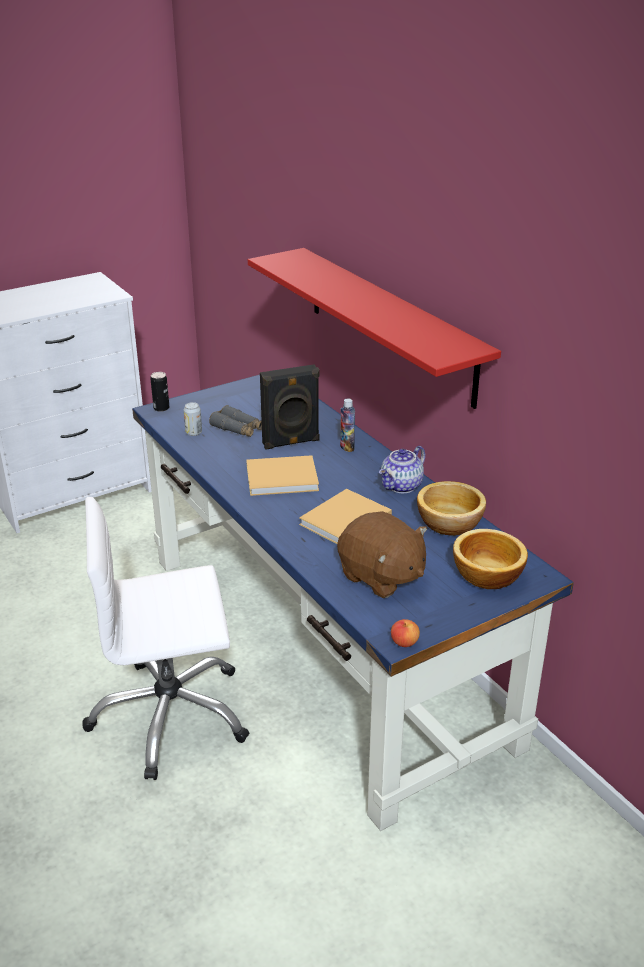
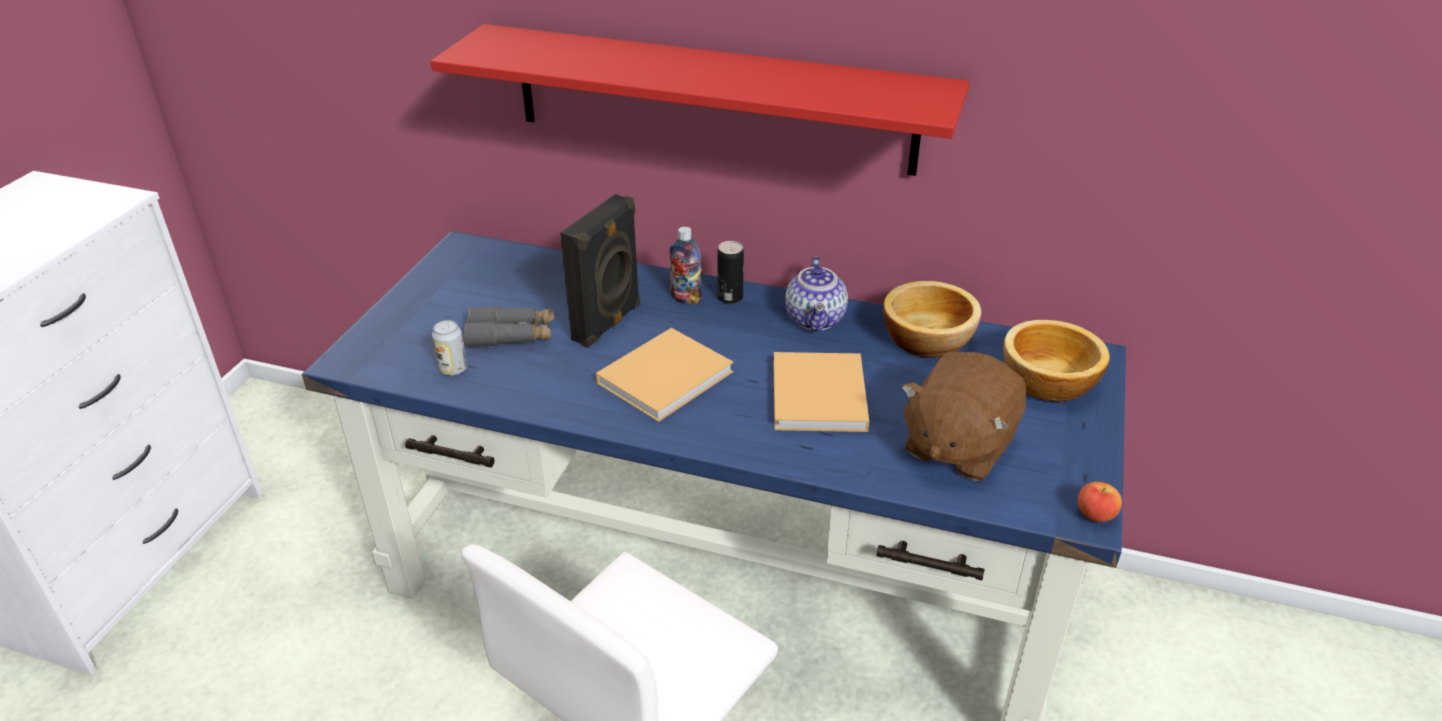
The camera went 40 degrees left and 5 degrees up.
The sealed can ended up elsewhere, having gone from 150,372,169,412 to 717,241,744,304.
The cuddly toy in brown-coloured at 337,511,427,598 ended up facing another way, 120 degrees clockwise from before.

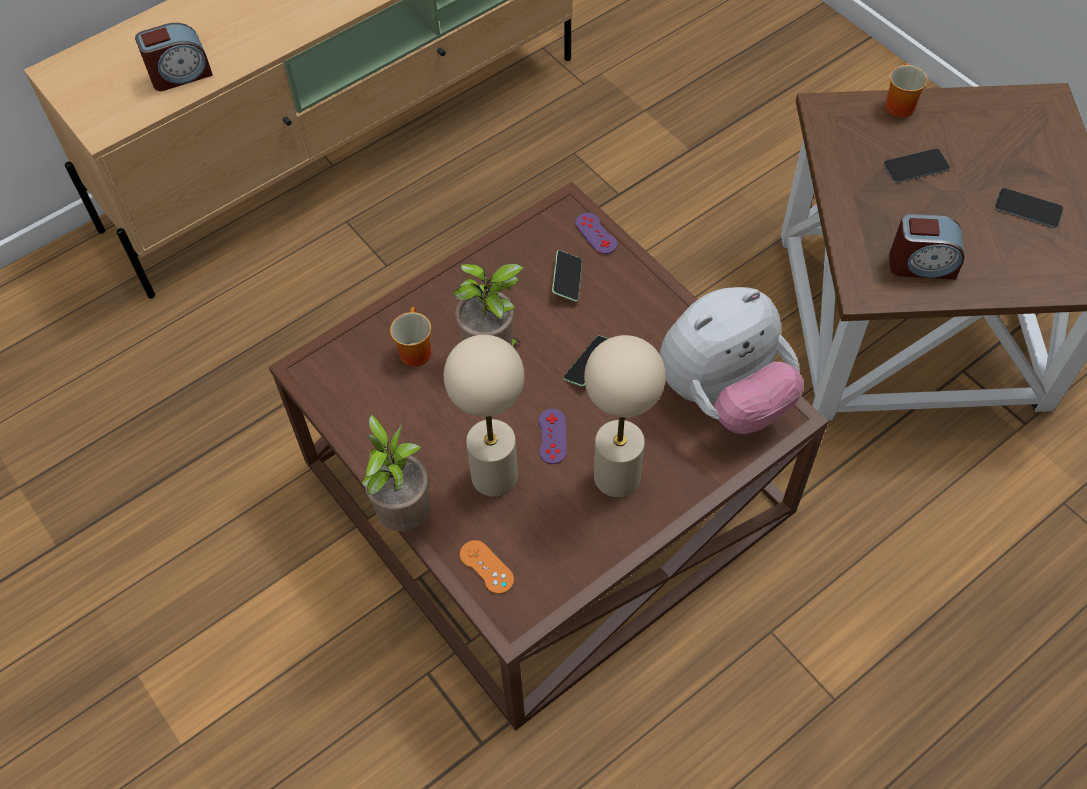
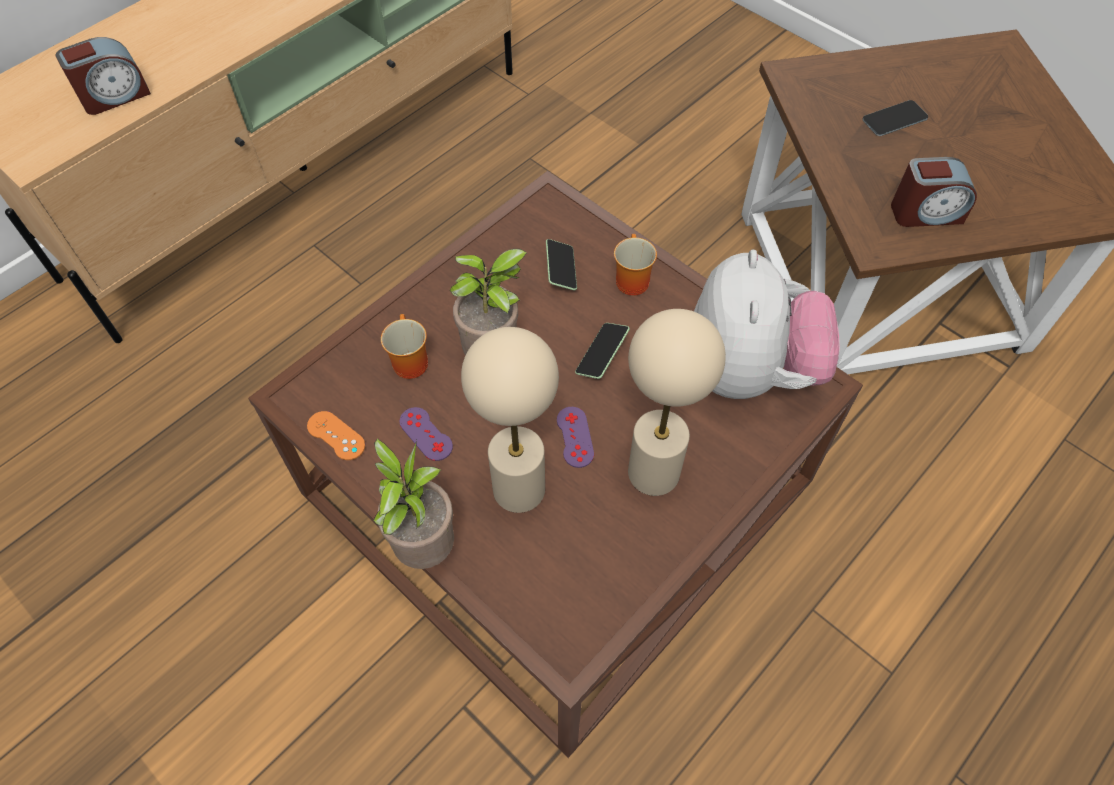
The camera went 10 degrees left and 0 degrees up.
The gamepad in orangey ended up elsewhere, having gone from 460,540,514,594 to 307,411,365,460.
The gamepad in purple ended up elsewhere, having gone from 575,213,617,254 to 399,407,453,461.
The mug ended up elsewhere, having gone from 885,63,928,118 to 614,234,657,296.
The cuddly toy at 660,287,804,434 ended up facing another way, 45 degrees counterclockwise from before.
The second view lost the phone at 995,188,1063,228.

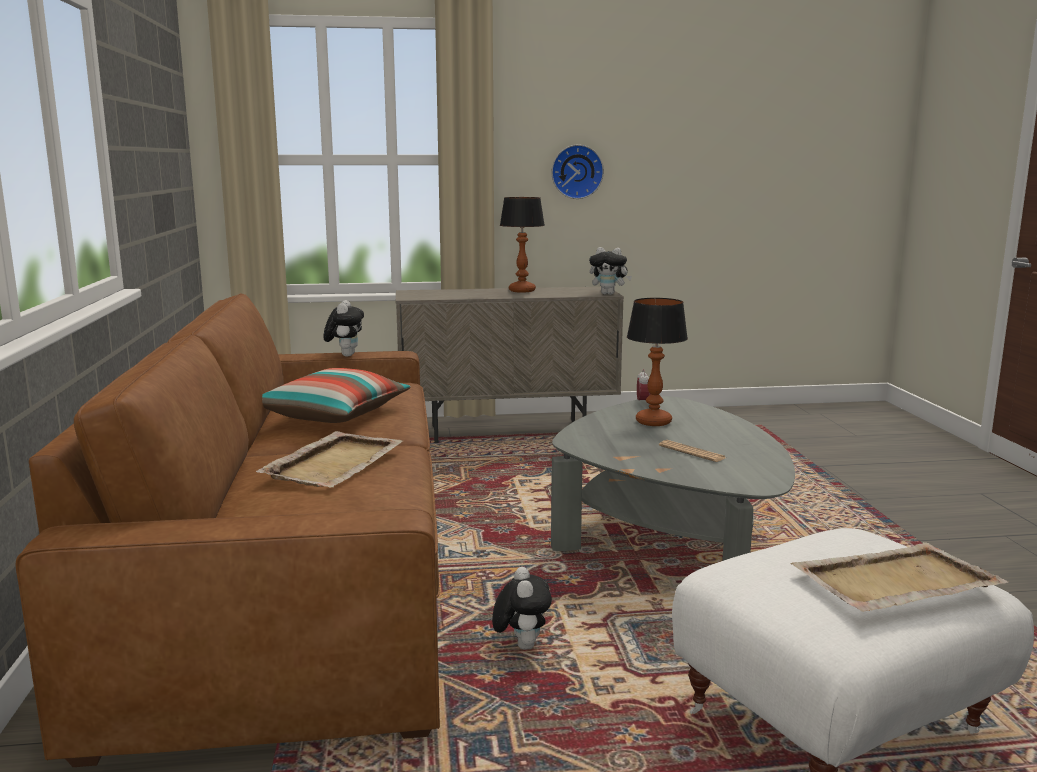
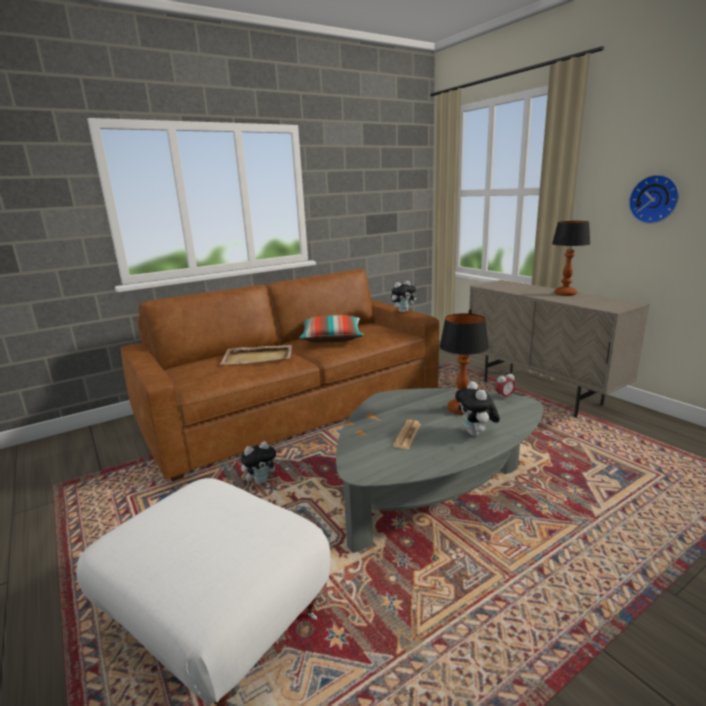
The camera went 65 degrees right and 5 degrees up.
The cuddly toy ended up elsewhere, having gone from 589,247,632,295 to 455,381,500,436.
The second view lost the tray in sand-coloured at 791,542,1008,612.

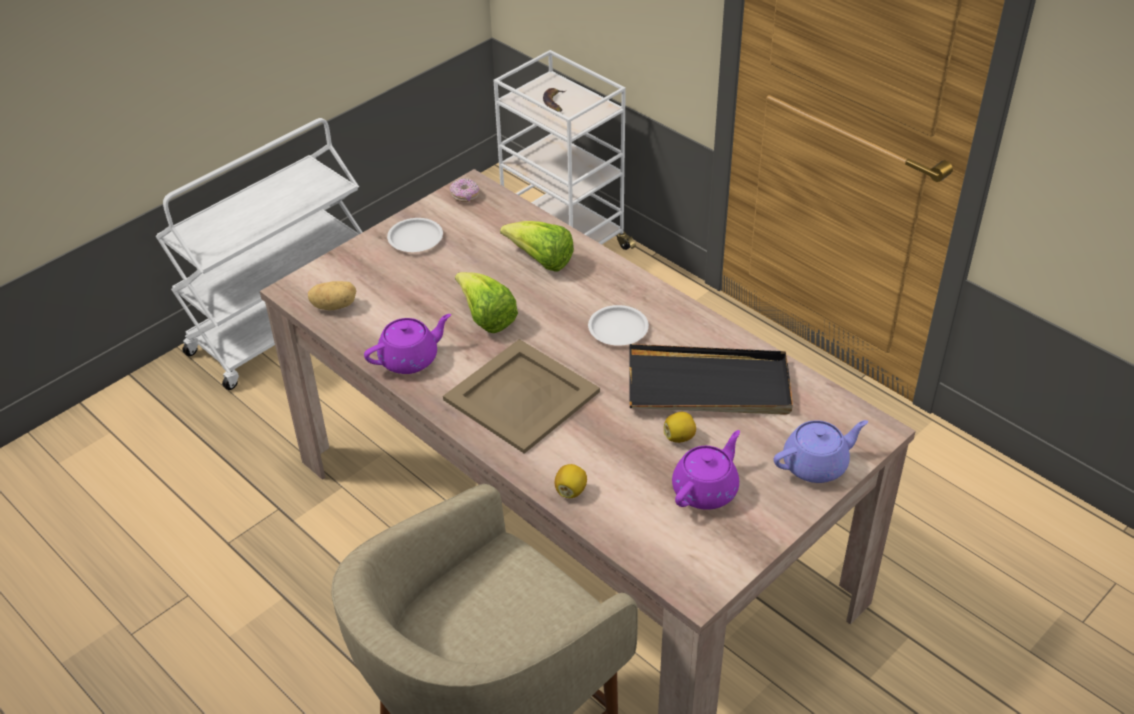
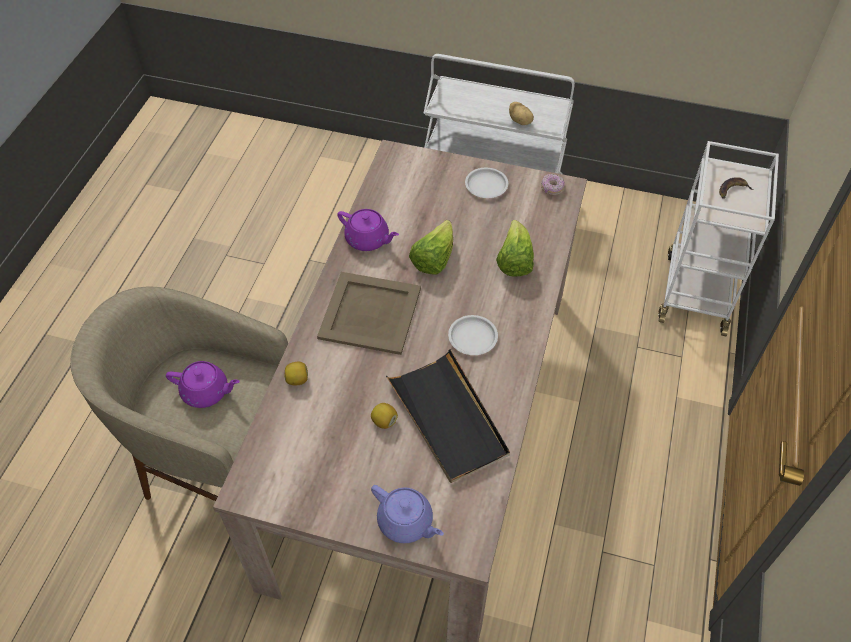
The camera went 60 degrees right and 10 degrees up.
The pot for tea in purple ended up elsewhere, having gone from 672,430,740,510 to 166,361,240,408.
The spud ended up elsewhere, having gone from 308,281,356,311 to 509,102,534,125.

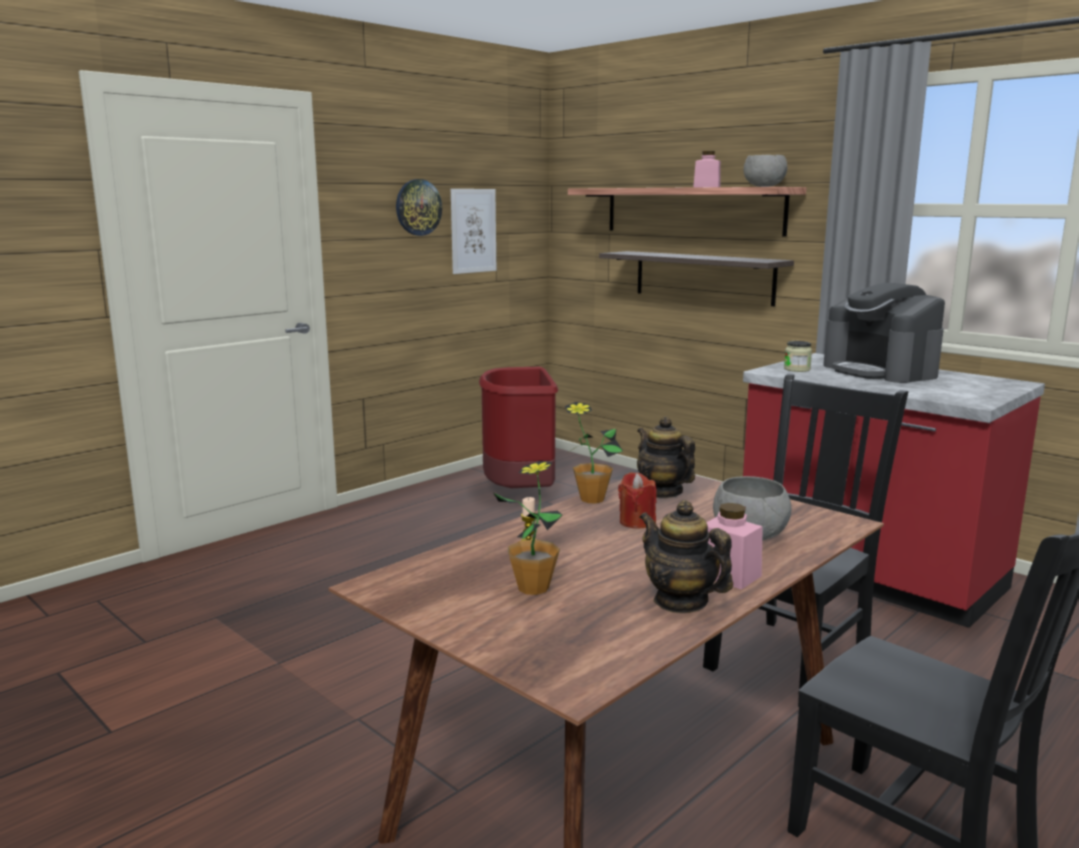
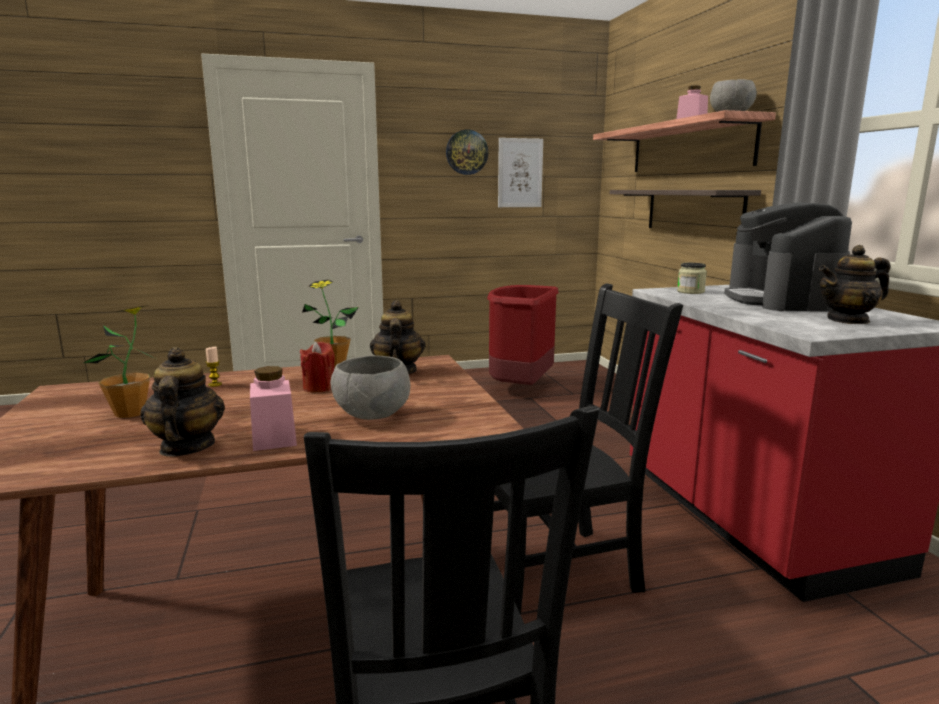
The camera went 30 degrees right and 0 degrees up.
The second view gained the pot for tea at 819,245,891,324.

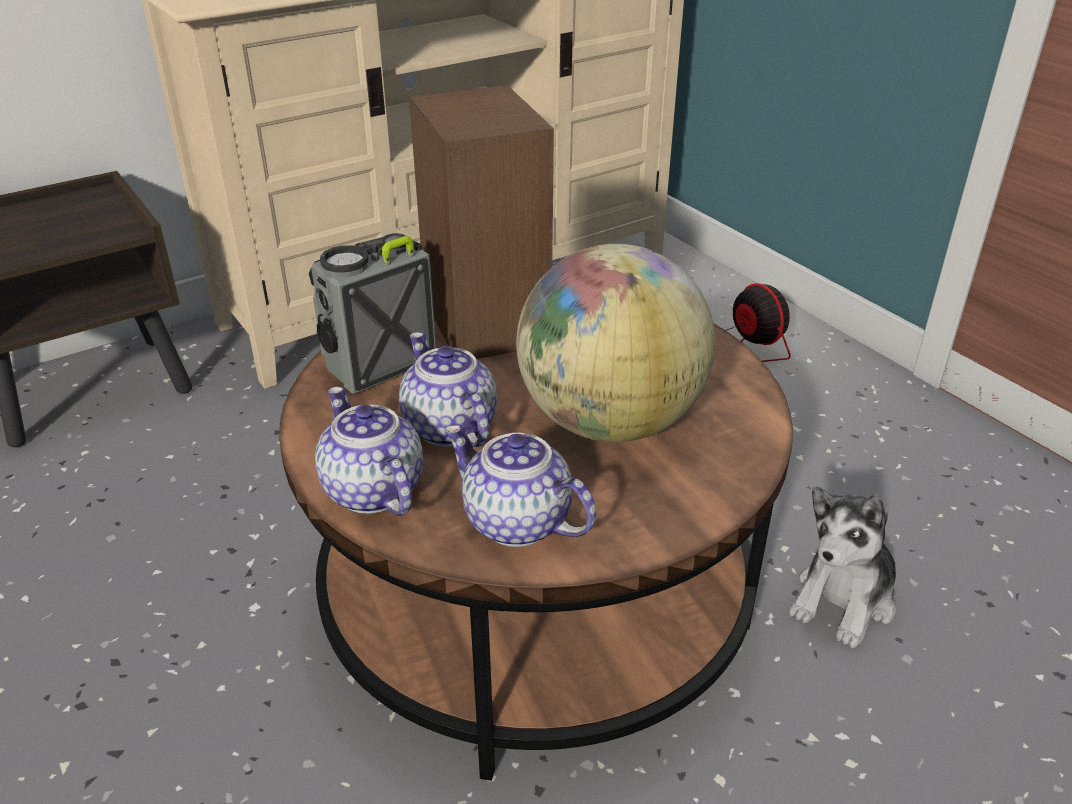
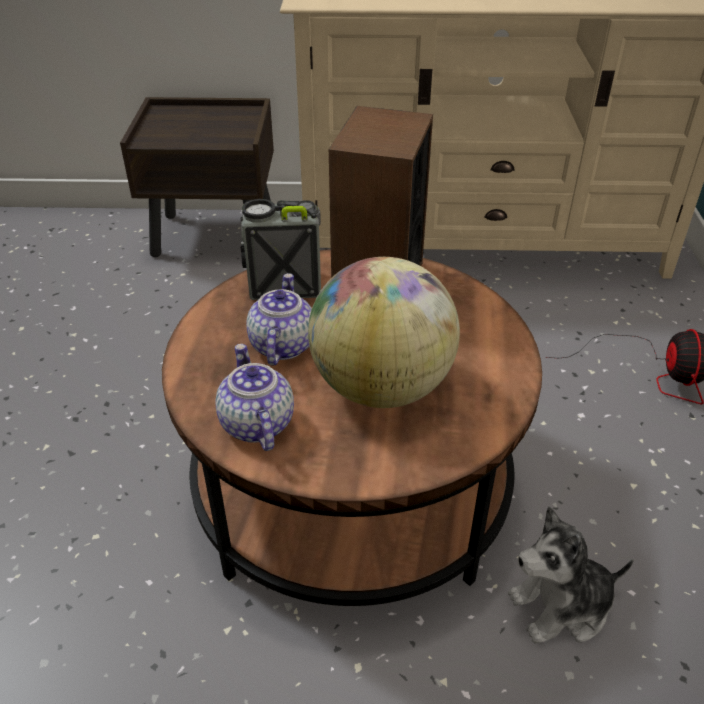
The camera went 35 degrees right and 5 degrees up.
The second view lost the pot for tea at 315,387,423,516.

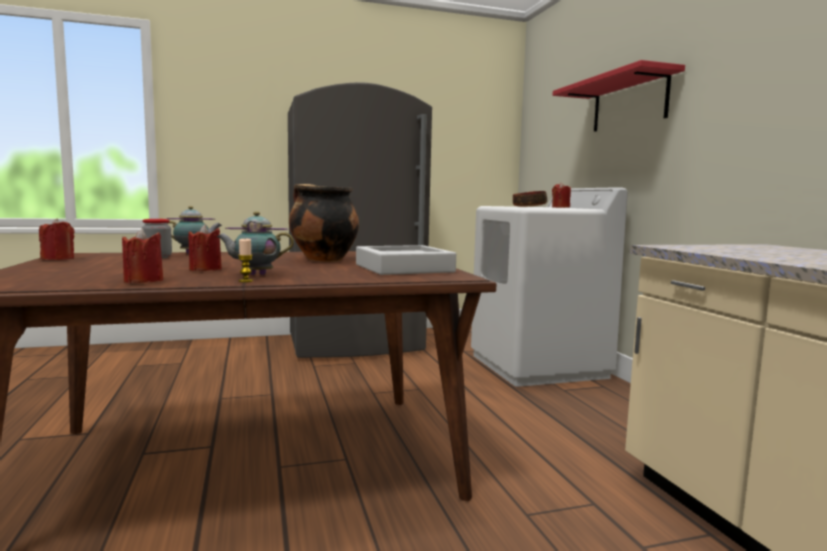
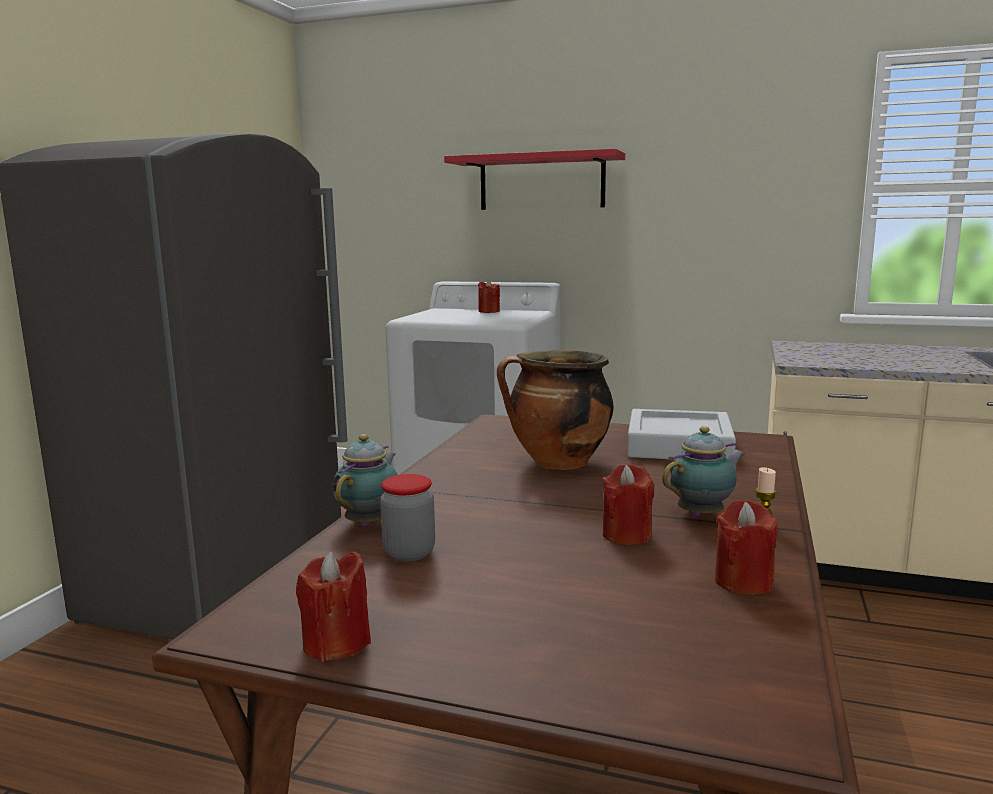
The camera went 55 degrees left and 5 degrees up.
The pot for tea at 216,211,294,275 ended up facing another way, 150 degrees counterclockwise from before.
The second view lost the deep dish at 513,191,547,207.

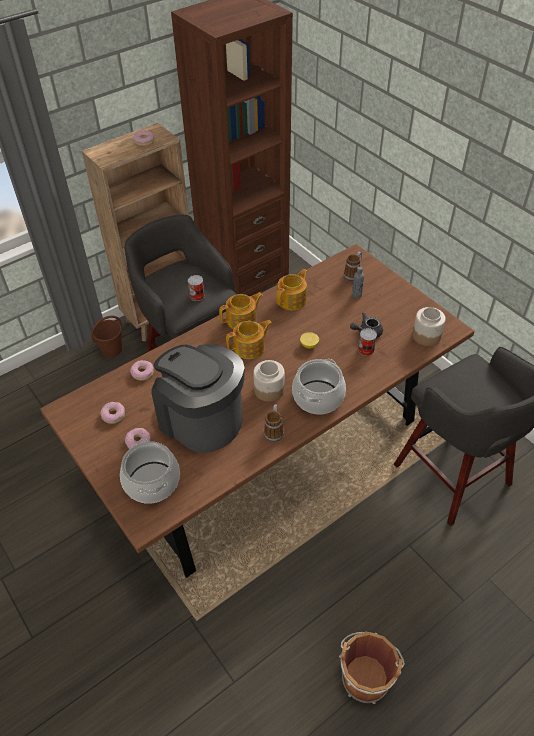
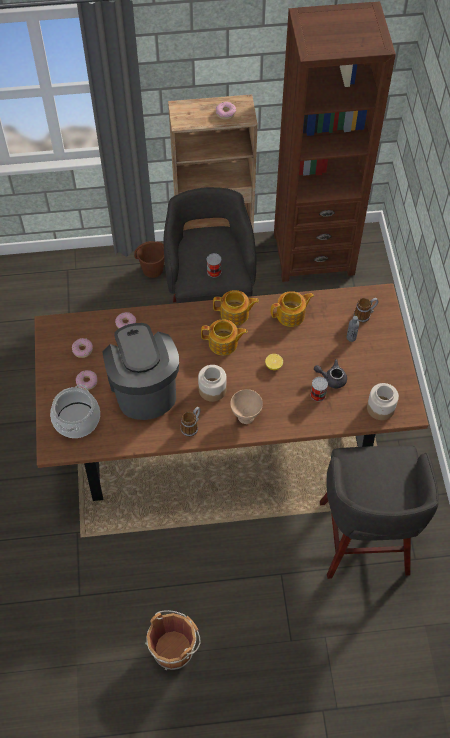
The camera went 30 degrees right and 10 degrees up.
Where the cooking pot stood at 292,359,346,414, the deep dish in sand-coloured came to stand at 230,389,263,424.

